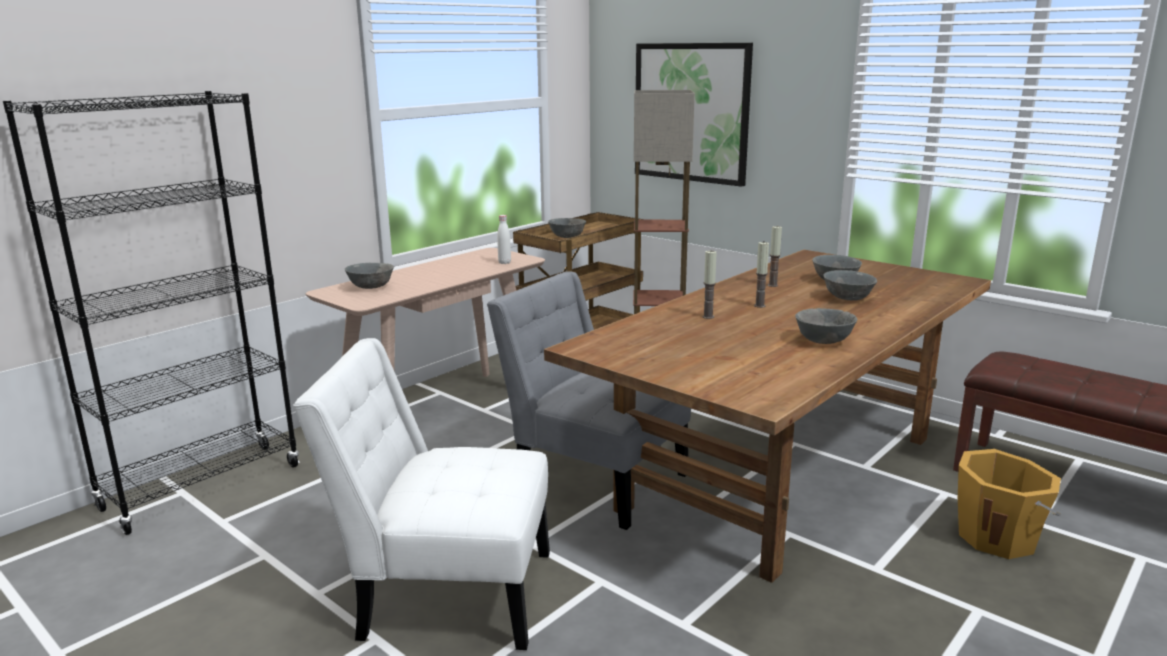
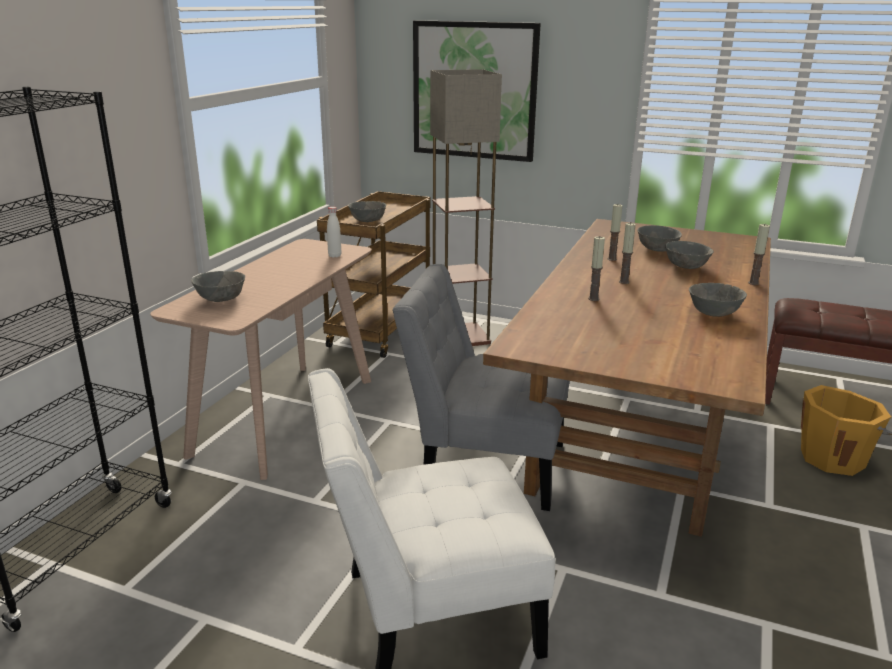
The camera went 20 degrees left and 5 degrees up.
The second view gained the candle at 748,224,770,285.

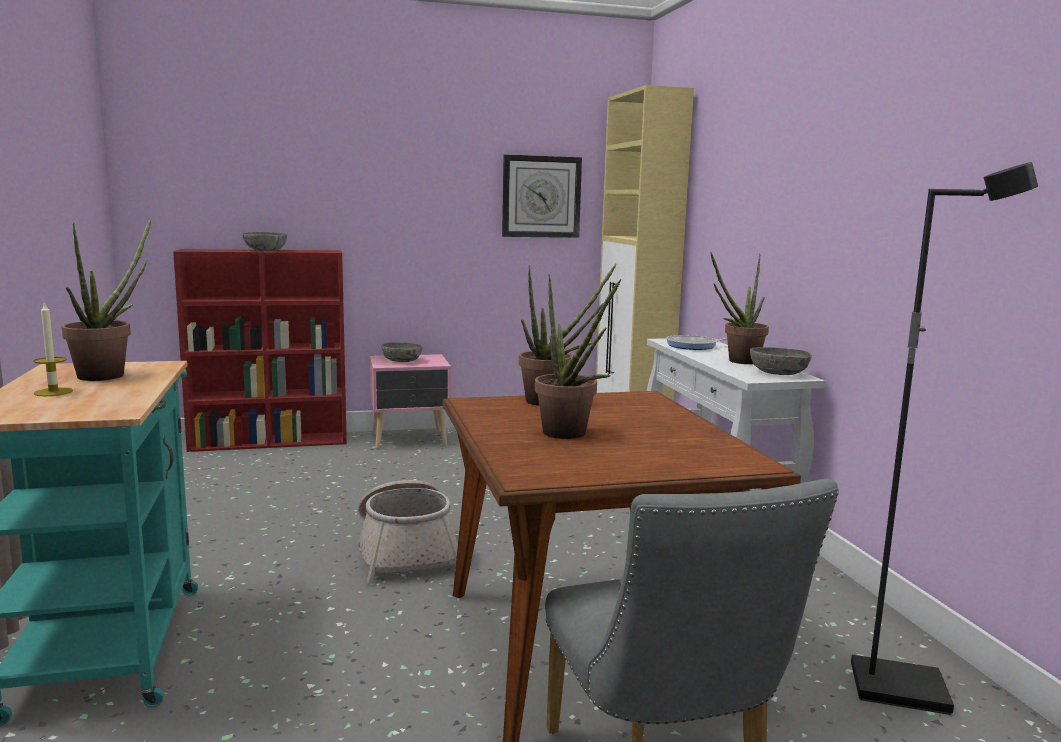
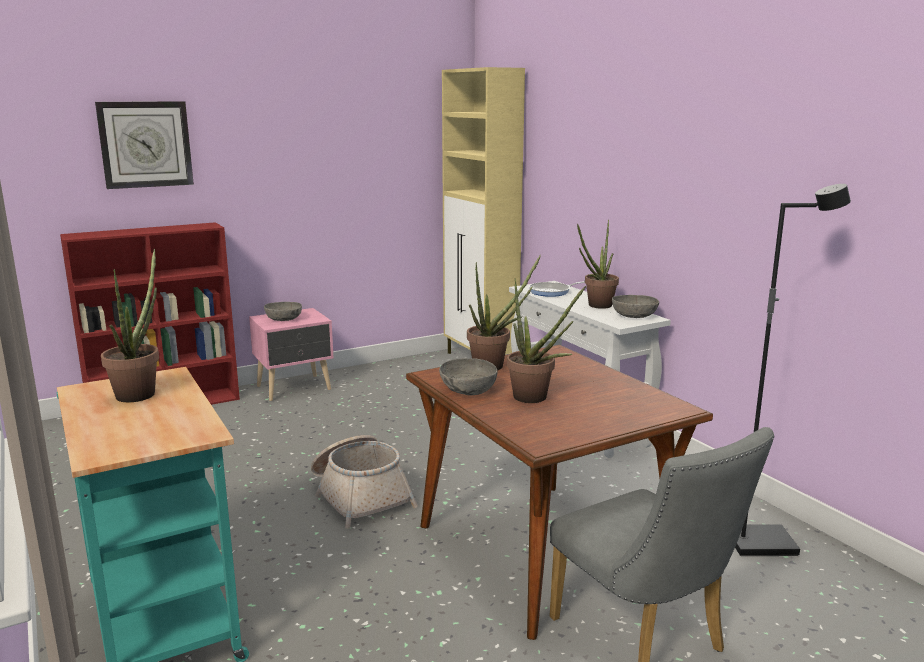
The camera went 15 degrees left and 5 degrees up.
The wall clock ended up elsewhere, having gone from 502,154,582,238 to 95,101,194,189.
The deep dish in gray ended up elsewhere, having gone from 242,232,287,251 to 439,358,498,395.
The second view lost the candle at 33,301,73,396.

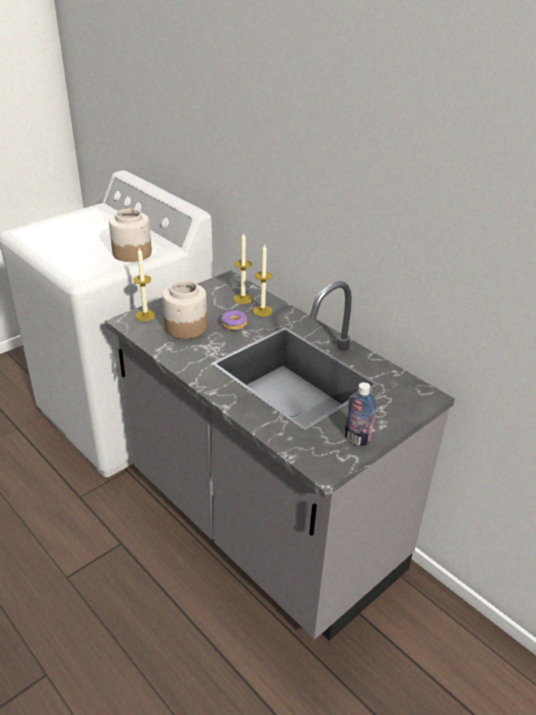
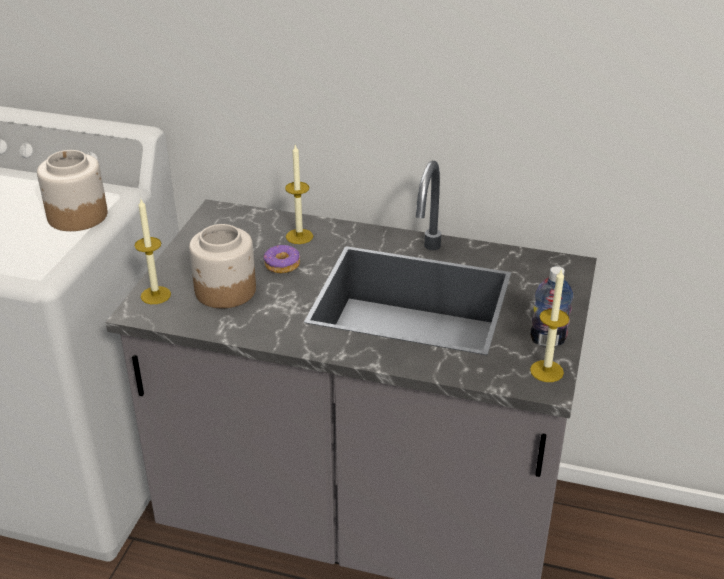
The camera went 30 degrees left and 0 degrees up.
The candle ended up elsewhere, having gone from 233,232,253,304 to 530,268,569,382.

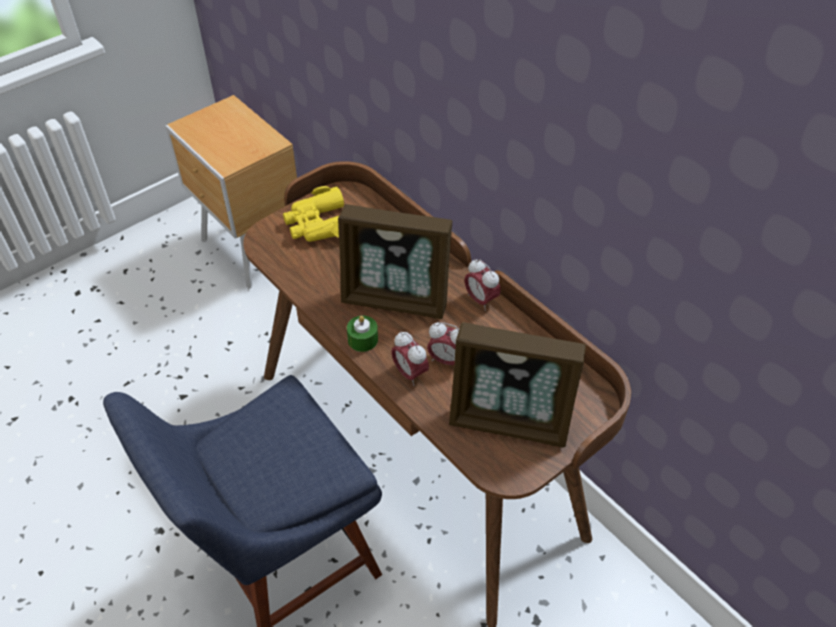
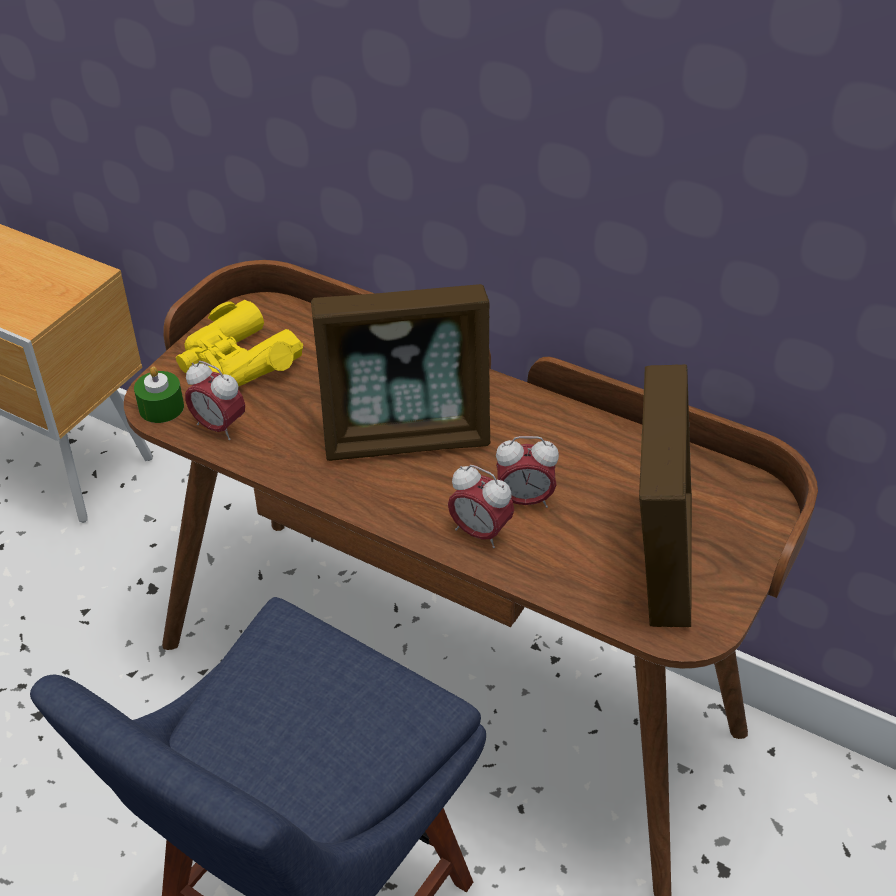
The camera went 20 degrees left and 5 degrees down.
The candle in green-coloured ended up elsewhere, having gone from 347,316,378,352 to 134,366,184,423.
The table clock ended up elsewhere, having gone from 464,259,501,311 to 185,361,245,440.
The standing frame at 449,322,586,448 ended up facing another way, 75 degrees counterclockwise from before.

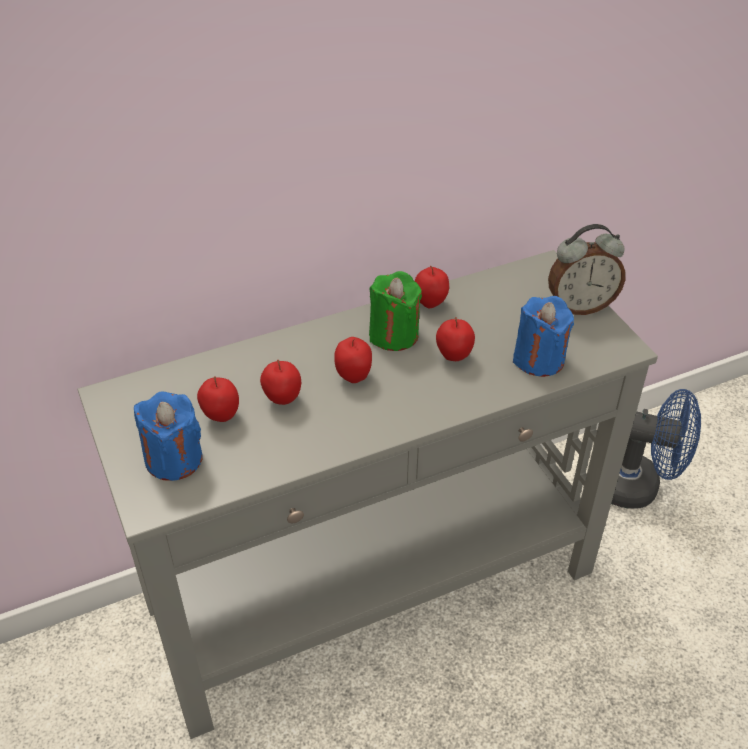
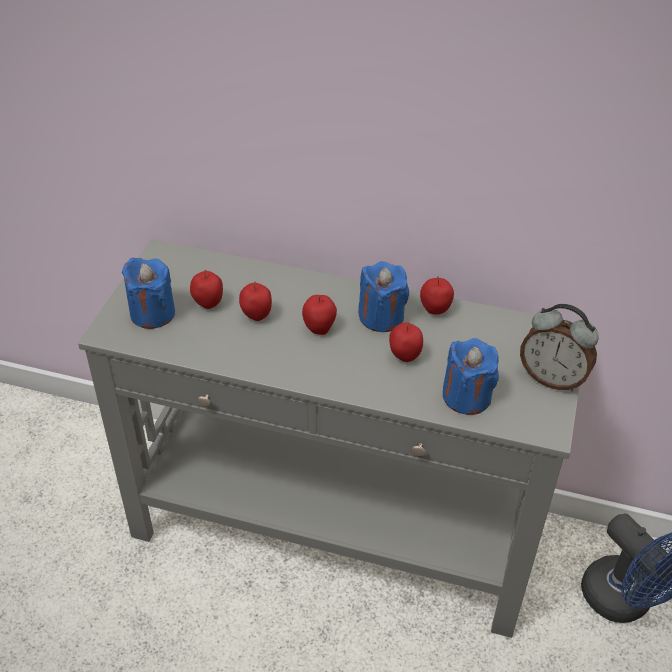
The camera went 40 degrees right and 0 degrees up.
What was the candle in green-coloured at 369,271,422,351 turned into the candle in blue-coloured at 358,261,409,332.

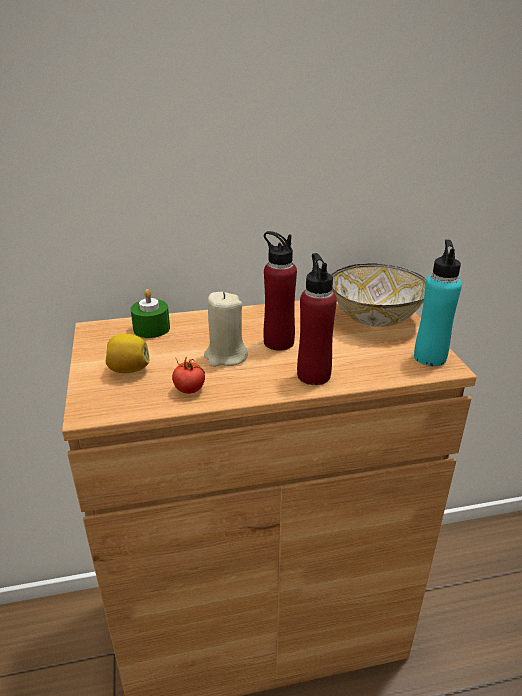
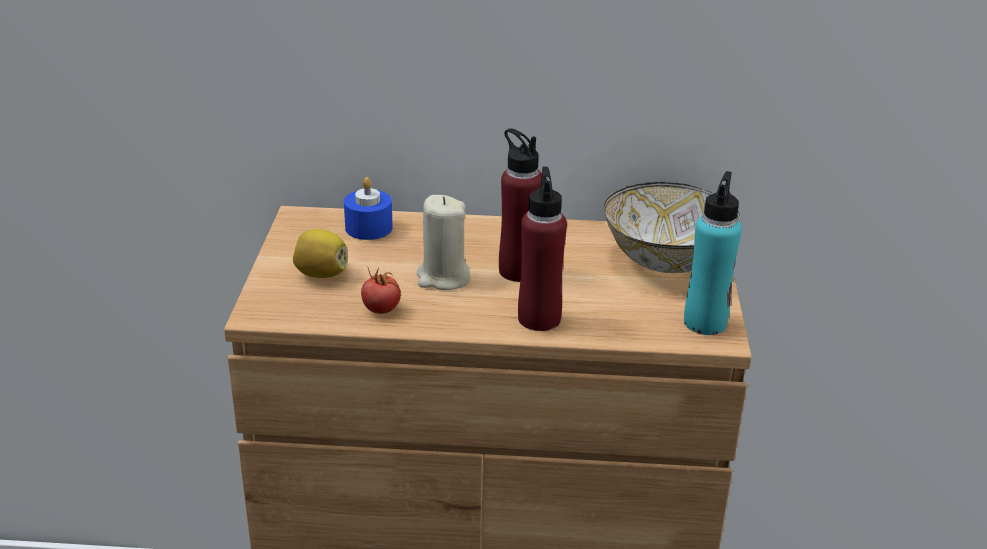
The camera went 15 degrees right and 0 degrees up.
What was the candle in green-coloured at 130,289,170,338 turned into the candle in blue-coloured at 344,177,393,240.

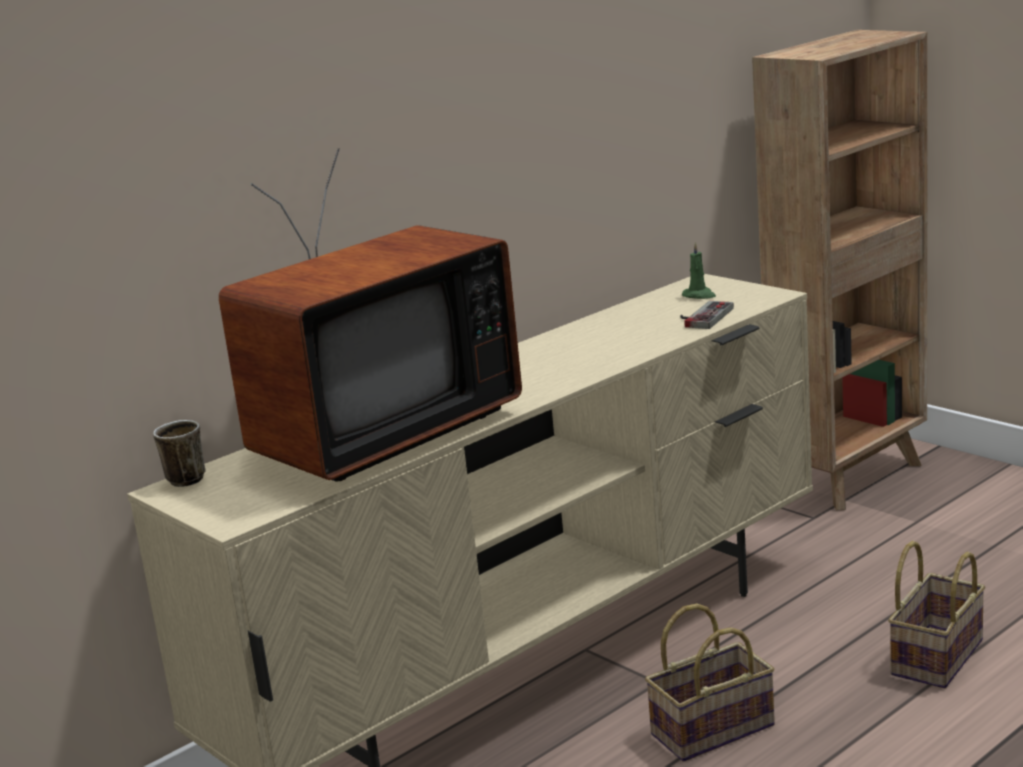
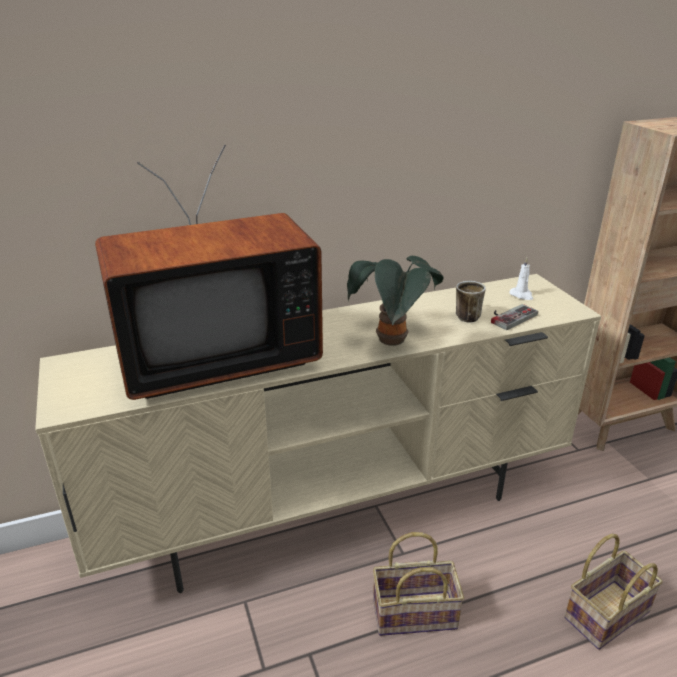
The camera went 20 degrees right and 10 degrees up.
The second view gained the potted plant at 347,256,443,346.
The mug ended up elsewhere, having gone from 153,420,205,487 to 456,281,486,322.
What was the candle in green-coloured at 682,242,716,299 turned into the candle in white-coloured at 509,258,533,300.

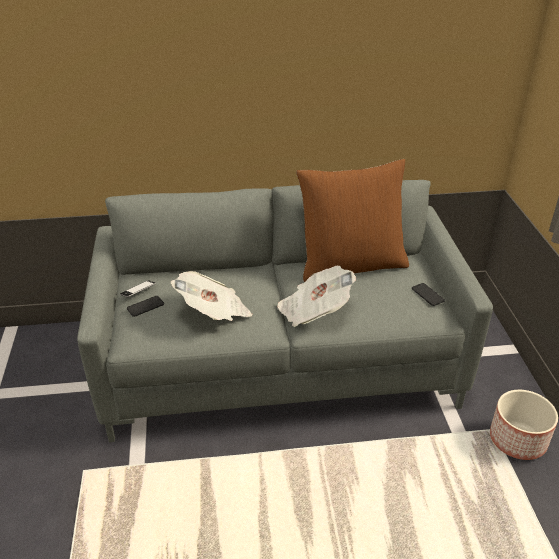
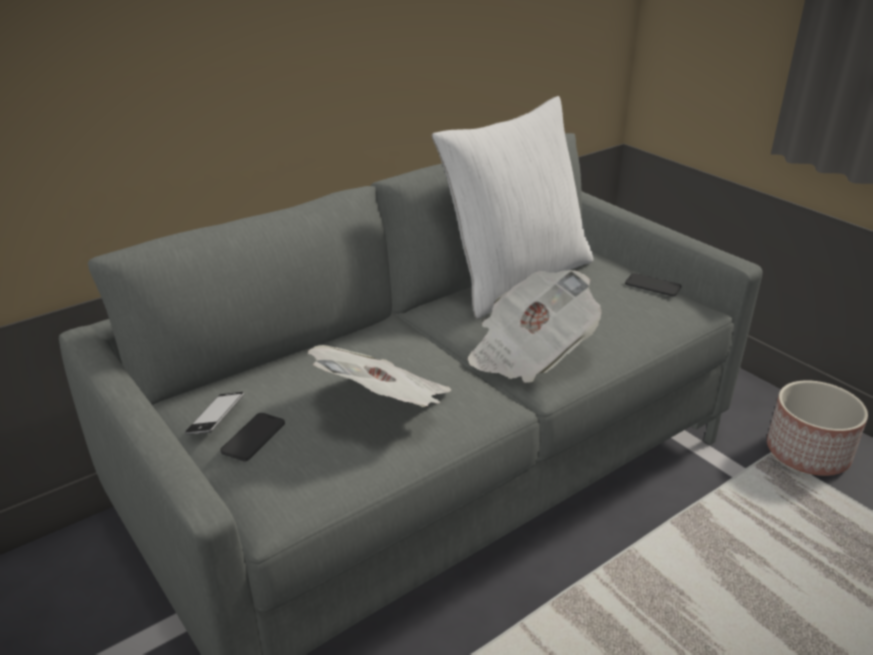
The camera went 30 degrees left and 5 degrees down.
What was the throw pillow in brown-coloured at 296,159,409,282 turned into the throw pillow in white-coloured at 432,96,594,319.

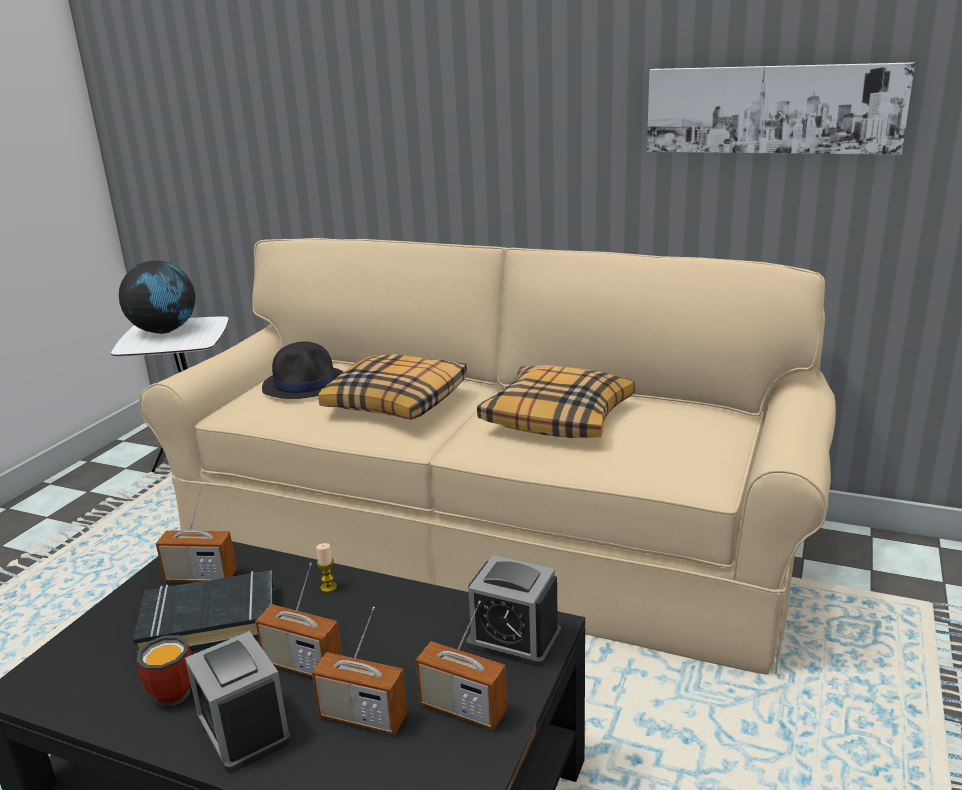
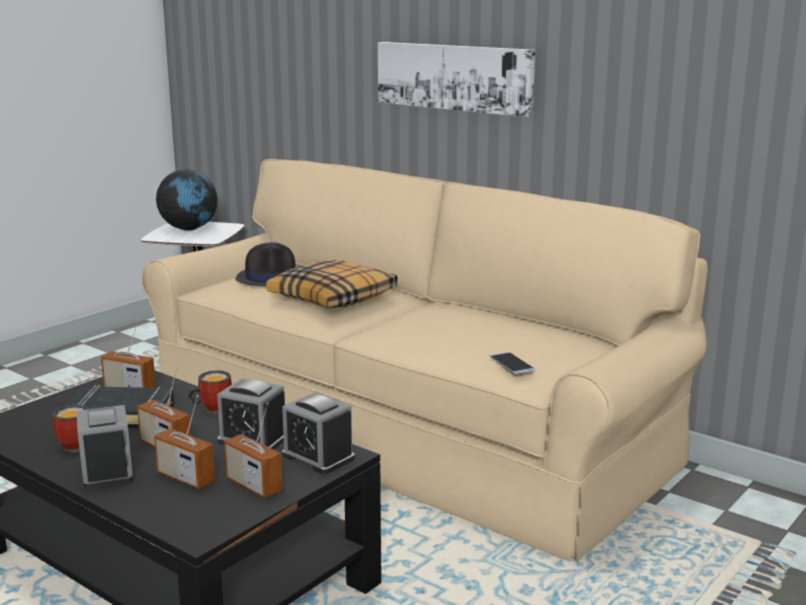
The camera went 15 degrees right and 5 degrees down.
Where the candle stood at 316,543,337,593, the mug came to stand at 188,370,232,414.
The second view gained the table clock at 217,378,285,450.
The wall picture ended up elsewhere, having gone from 647,62,915,155 to 378,42,535,117.
The second view gained the phone at 489,352,535,374.
The second view lost the throw pillow at 477,365,635,438.

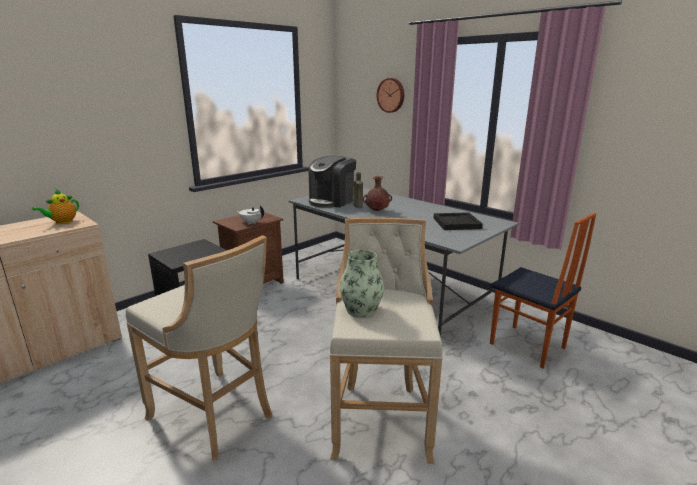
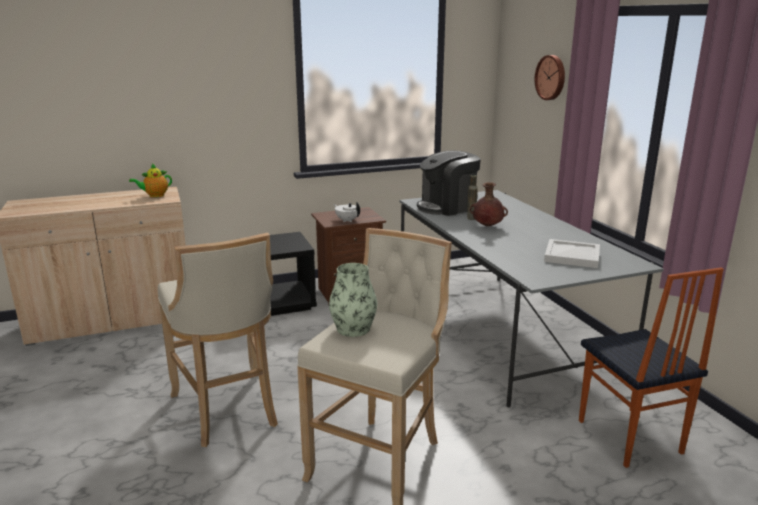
The camera went 25 degrees right and 0 degrees up.
What was the tray in black-coloured at 434,212,483,230 turned into the tray in white-coloured at 544,239,600,268.

